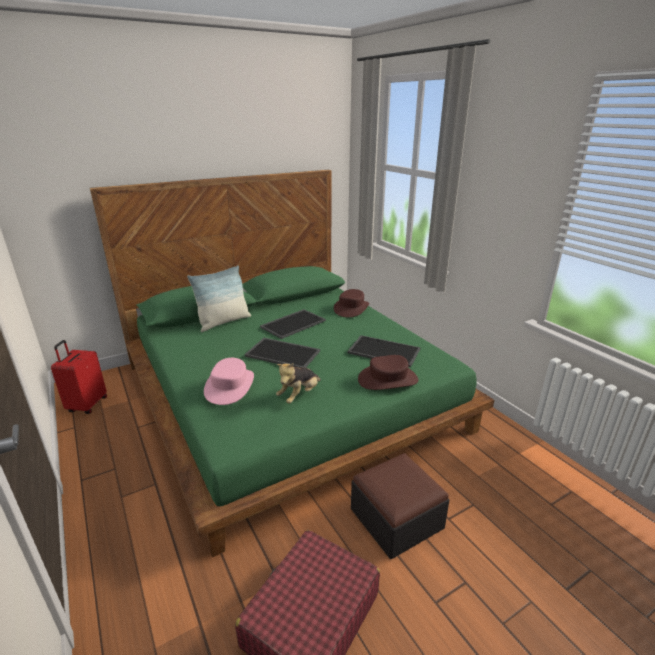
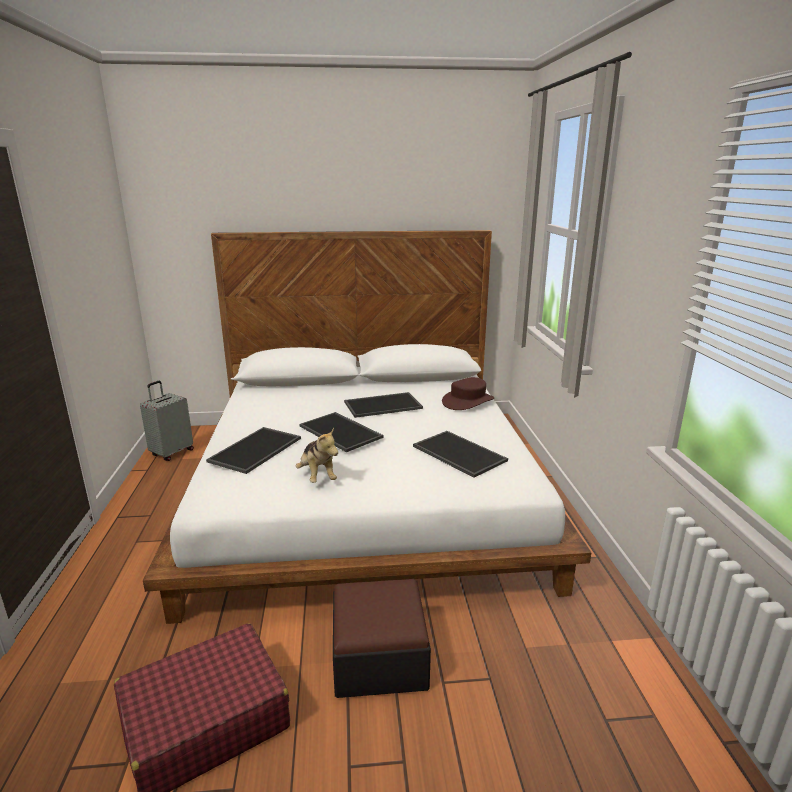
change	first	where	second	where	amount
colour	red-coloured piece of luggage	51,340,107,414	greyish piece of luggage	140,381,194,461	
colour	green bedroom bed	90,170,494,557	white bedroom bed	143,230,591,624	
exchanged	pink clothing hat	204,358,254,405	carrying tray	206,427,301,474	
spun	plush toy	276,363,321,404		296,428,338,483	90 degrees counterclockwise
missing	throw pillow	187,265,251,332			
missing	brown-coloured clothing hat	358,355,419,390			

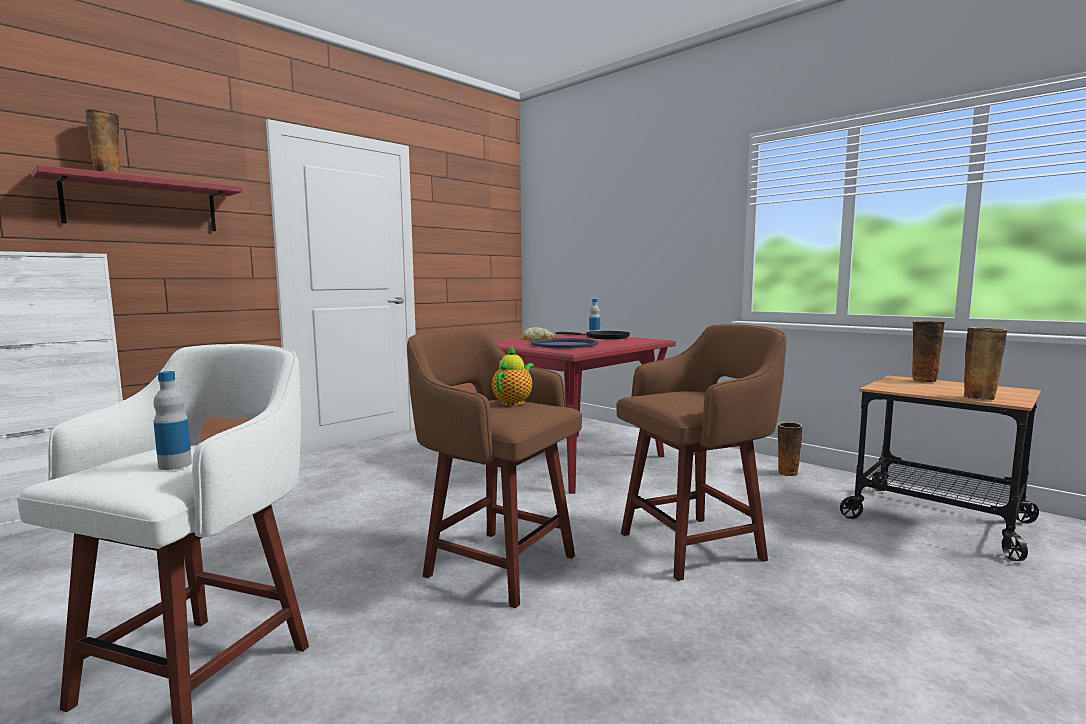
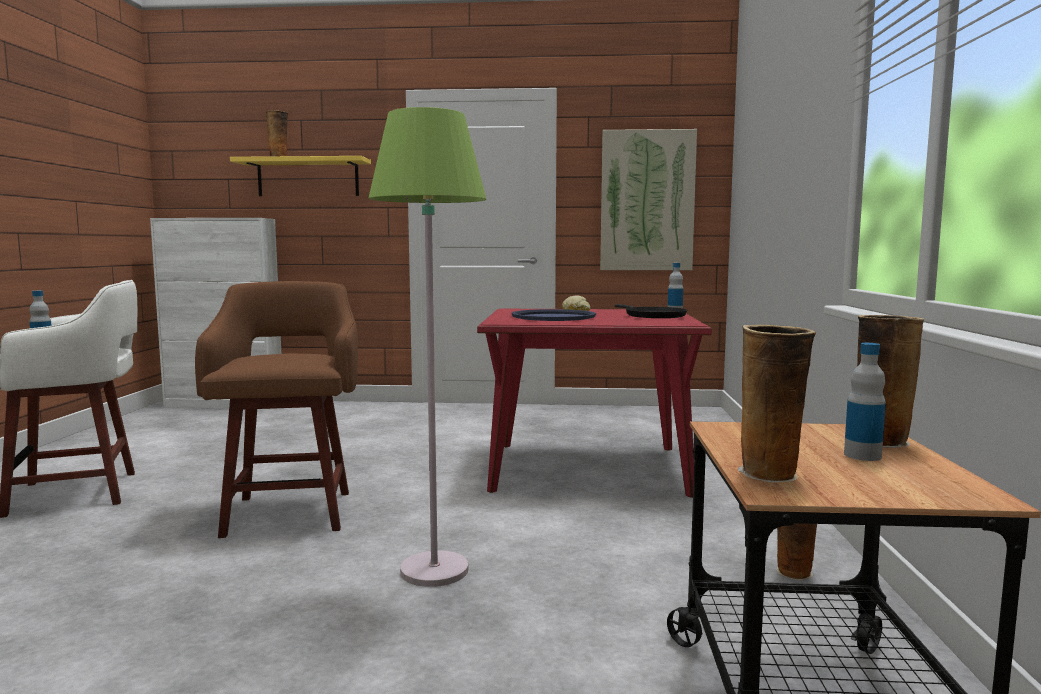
change	first	where	second	where	amount
colour	red-coloured shelf	31,165,243,231	yellowish shelf	230,156,371,196	
exchanged	brown-coloured stool	617,324,786,581	green floor lamp	369,107,487,587	
appeared			picture	600,129,697,270	
appeared			drink bottle	844,343,886,461	
missing	teapot	492,346,534,405			

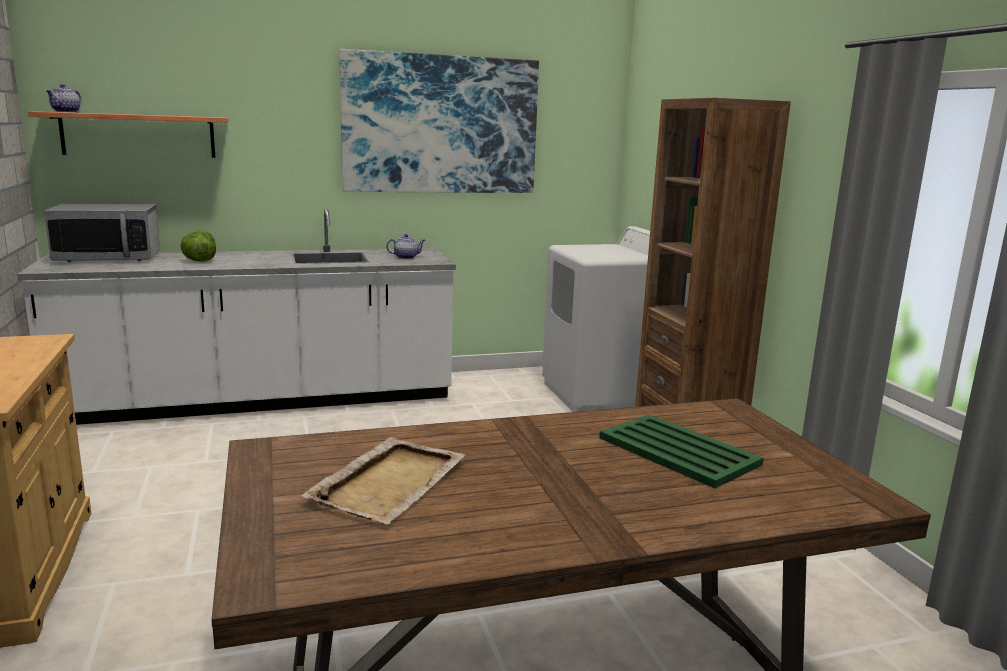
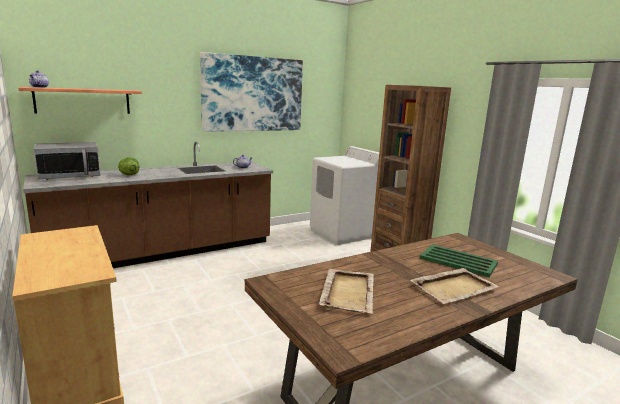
change	first	where	second	where	amount
colour	white counter	17,208,456,425	brown-coloured counter	23,142,273,268	
appeared			beige-coloured carrying tray	410,268,499,304	

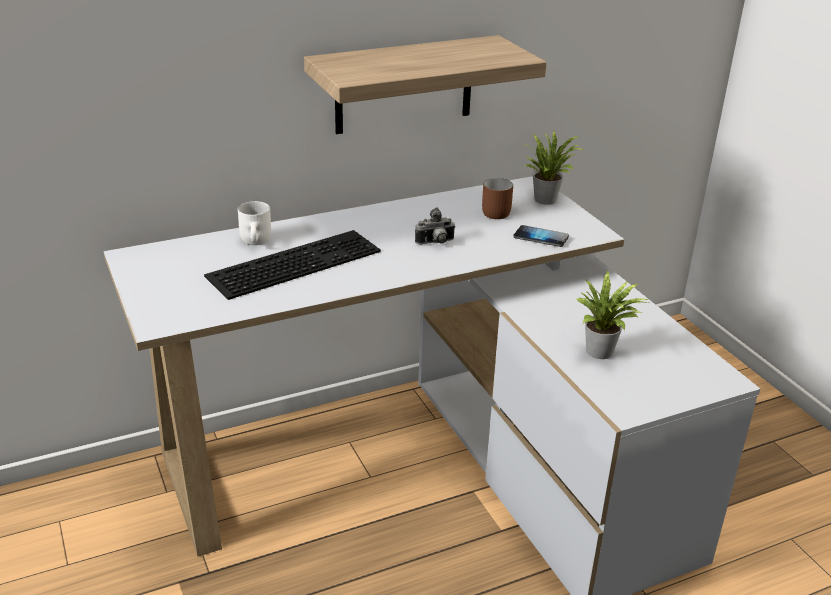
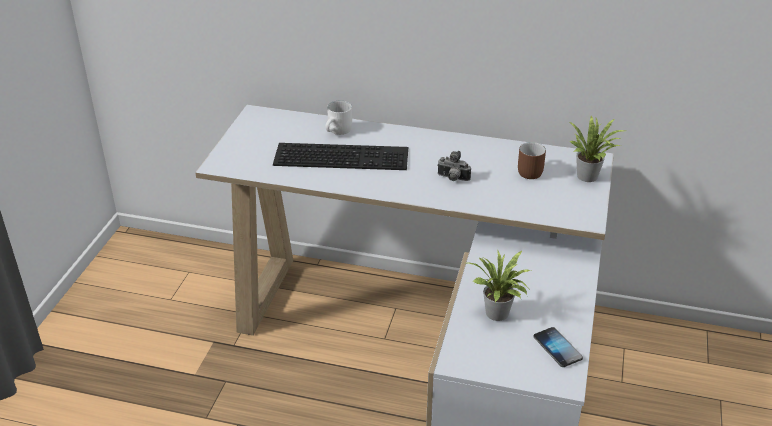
change	first	where	second	where	amount
relocated	telephone	513,225,569,247		533,327,583,367	
missing	shelf	304,35,547,134			

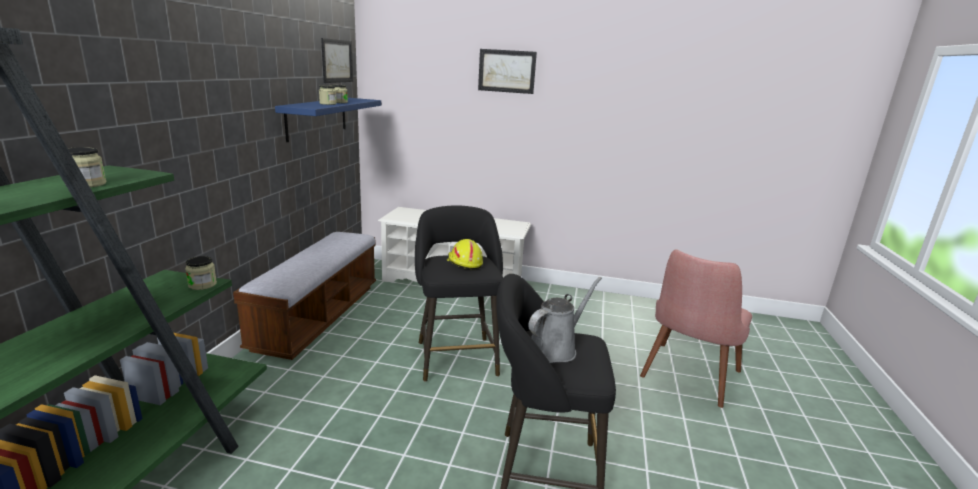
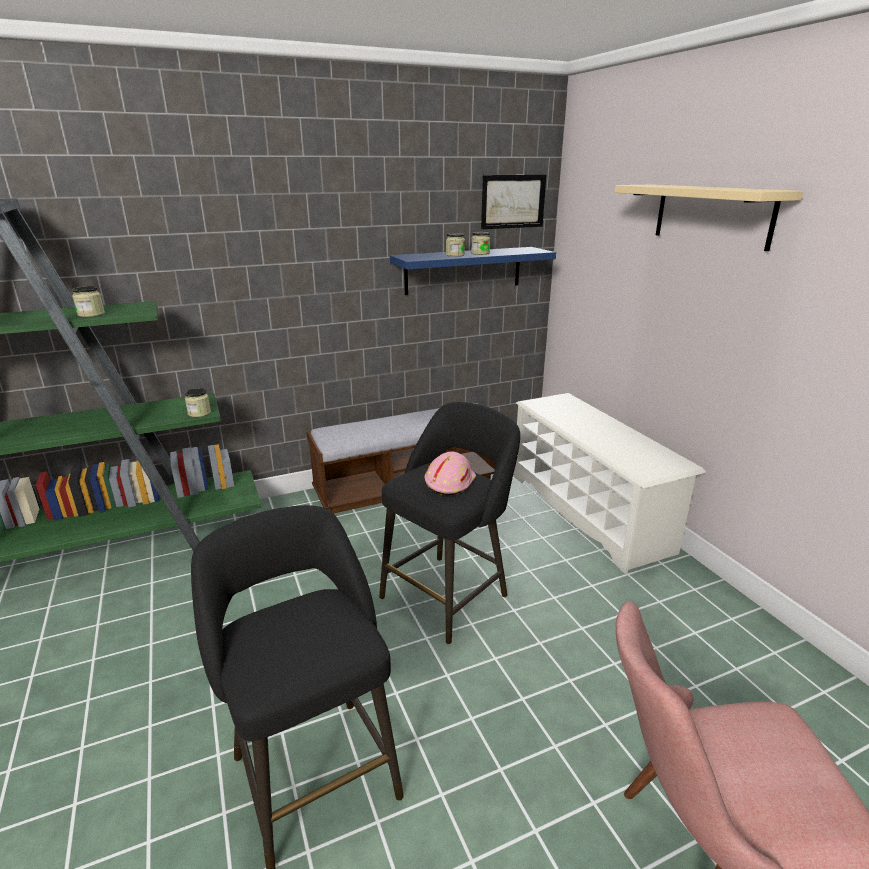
change	first	where	second	where	amount
colour	yellowish work helmet	447,239,483,269	pink work helmet	425,451,476,495	
exchanged	picture	478,49,537,94	beige-coloured shelf	615,185,803,251	
missing	greyish sprinkling can	528,277,602,363			

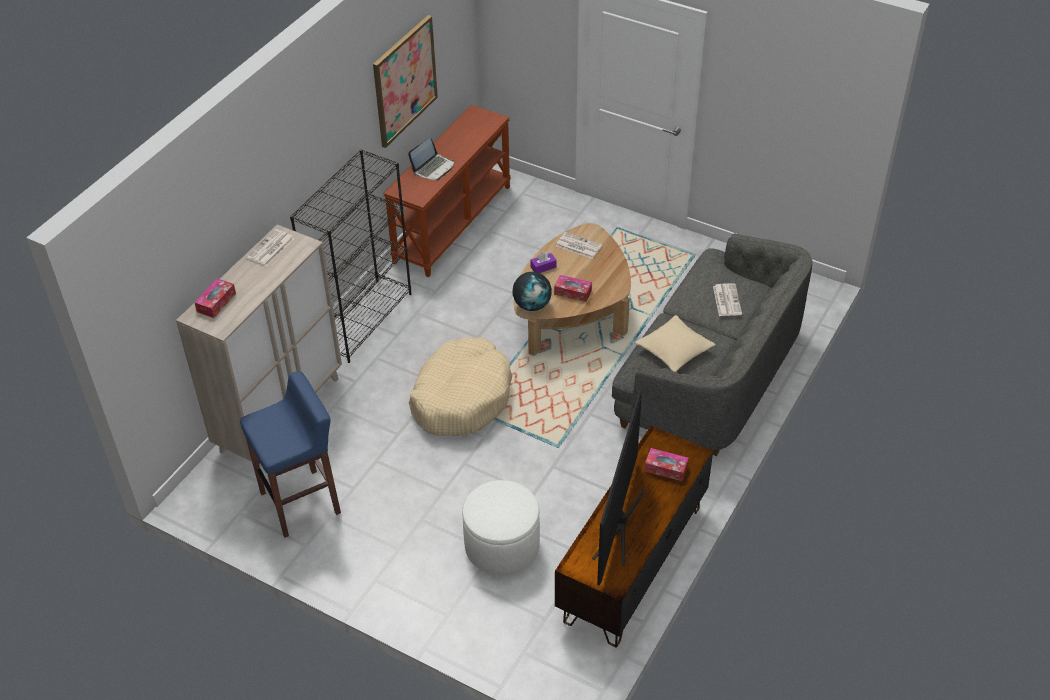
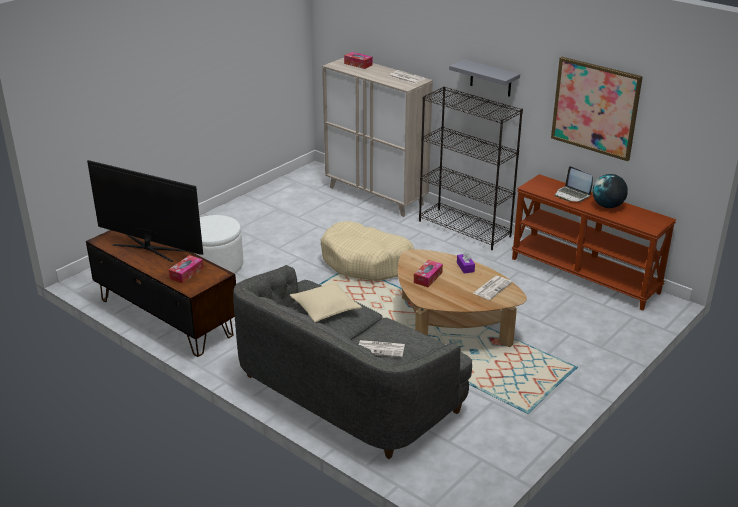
change	first	where	second	where	amount
appeared			greyish shelf	449,59,520,97	
relocated	globe	512,272,552,311		593,174,628,208	
missing	bluish stool	240,371,341,537			

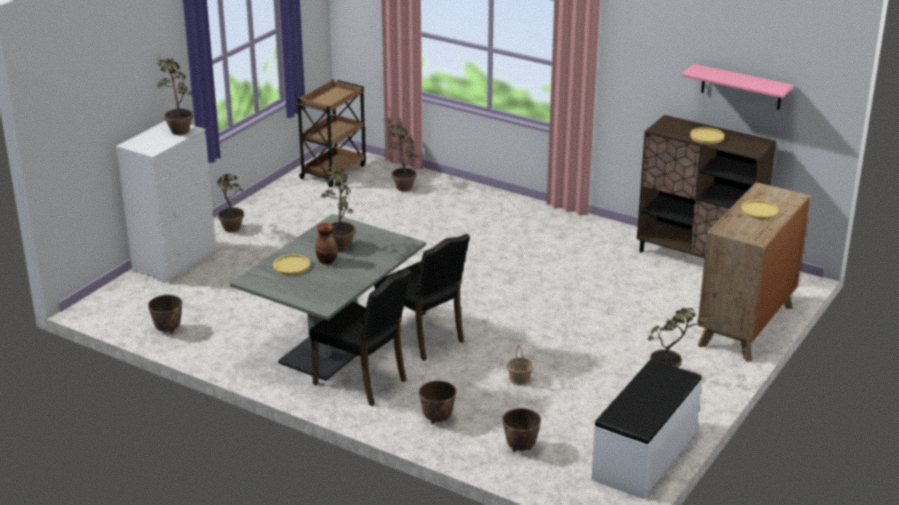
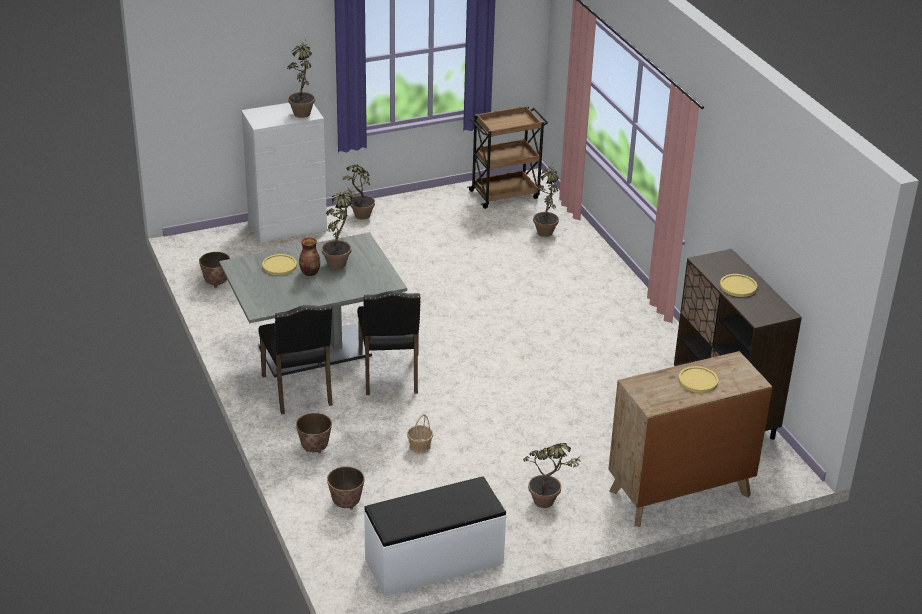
change	first	where	second	where	amount
missing	pink shelf	681,64,793,110			

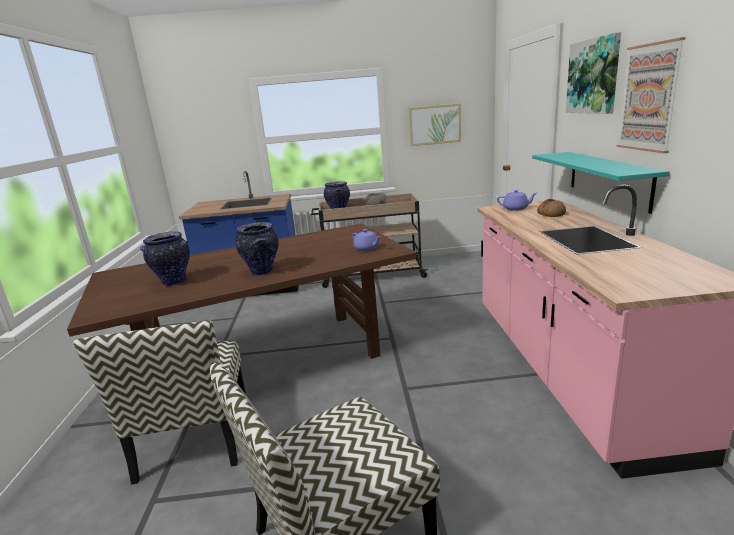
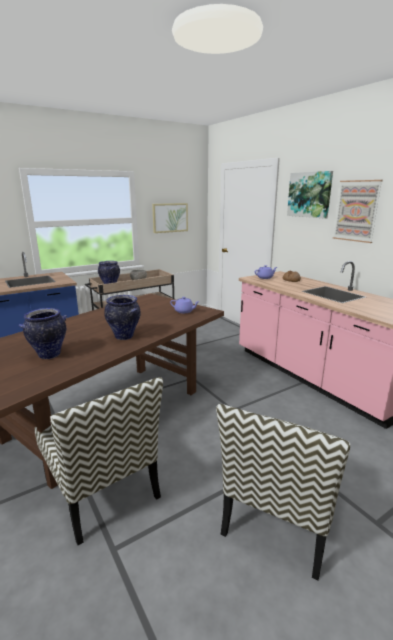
change	first	where	second	where	amount
missing	blue-green shelf	532,152,670,214			

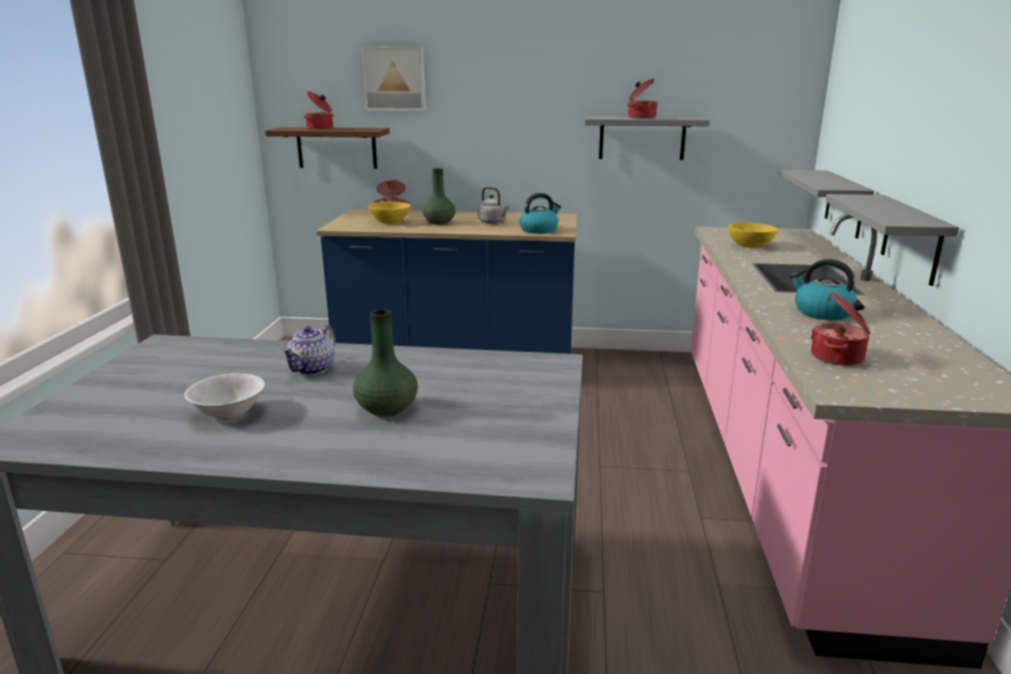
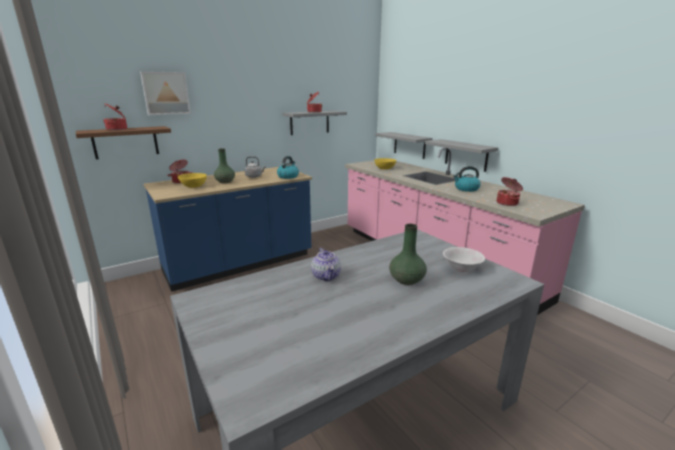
change	first	where	second	where	amount
relocated	white deep dish	184,373,265,420		443,247,485,272	

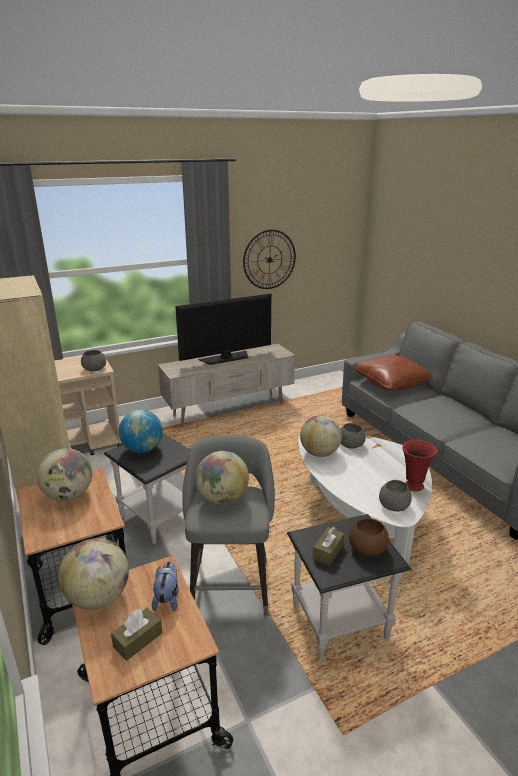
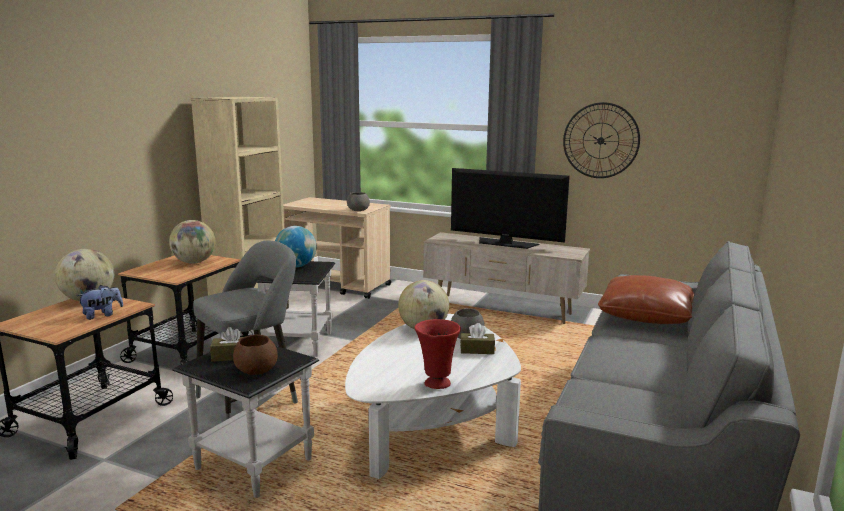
change	first	where	second	where	amount
relocated	brown-coloured tissue box	111,608,162,661		460,323,495,354	
missing	globe	196,451,249,505			
missing	greyish deep dish	379,480,412,512			

